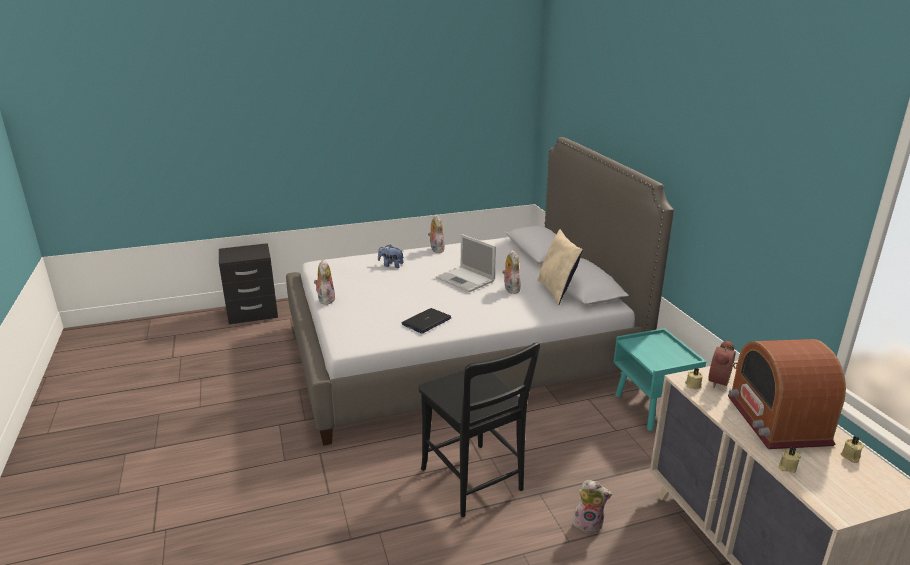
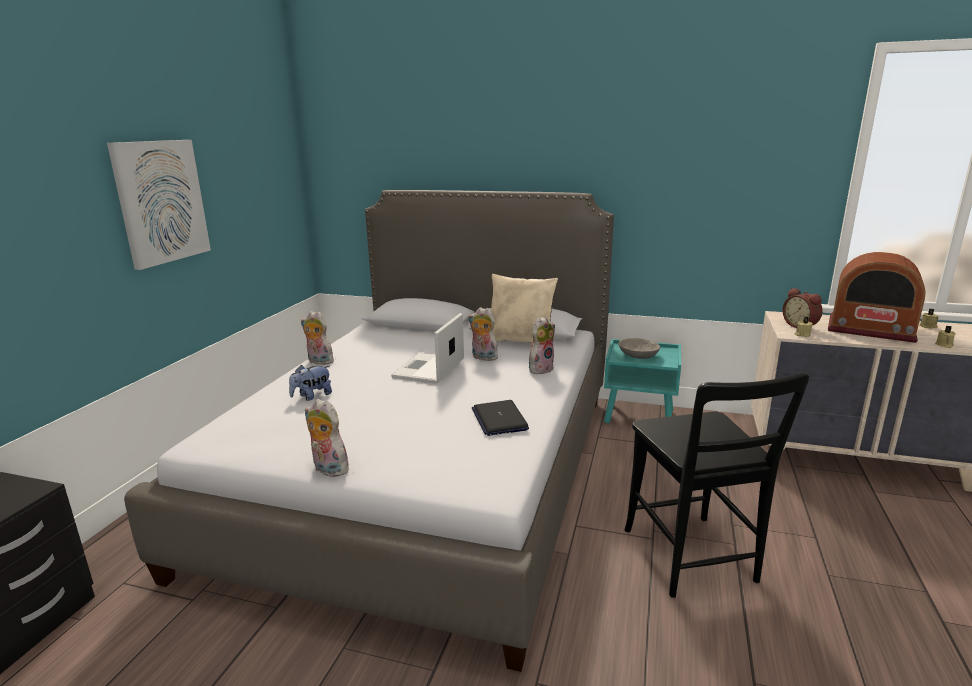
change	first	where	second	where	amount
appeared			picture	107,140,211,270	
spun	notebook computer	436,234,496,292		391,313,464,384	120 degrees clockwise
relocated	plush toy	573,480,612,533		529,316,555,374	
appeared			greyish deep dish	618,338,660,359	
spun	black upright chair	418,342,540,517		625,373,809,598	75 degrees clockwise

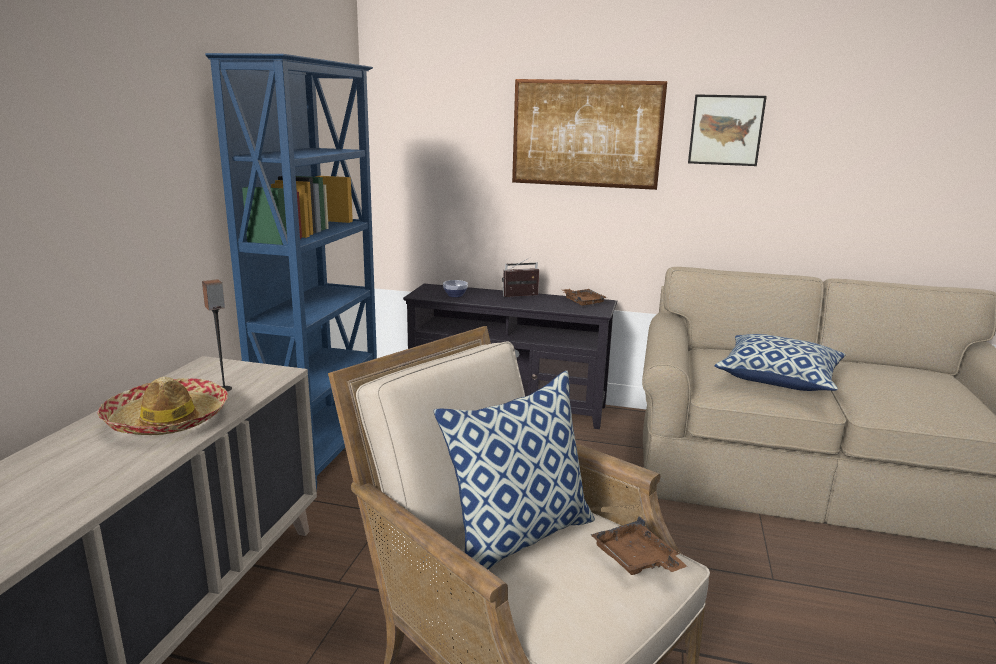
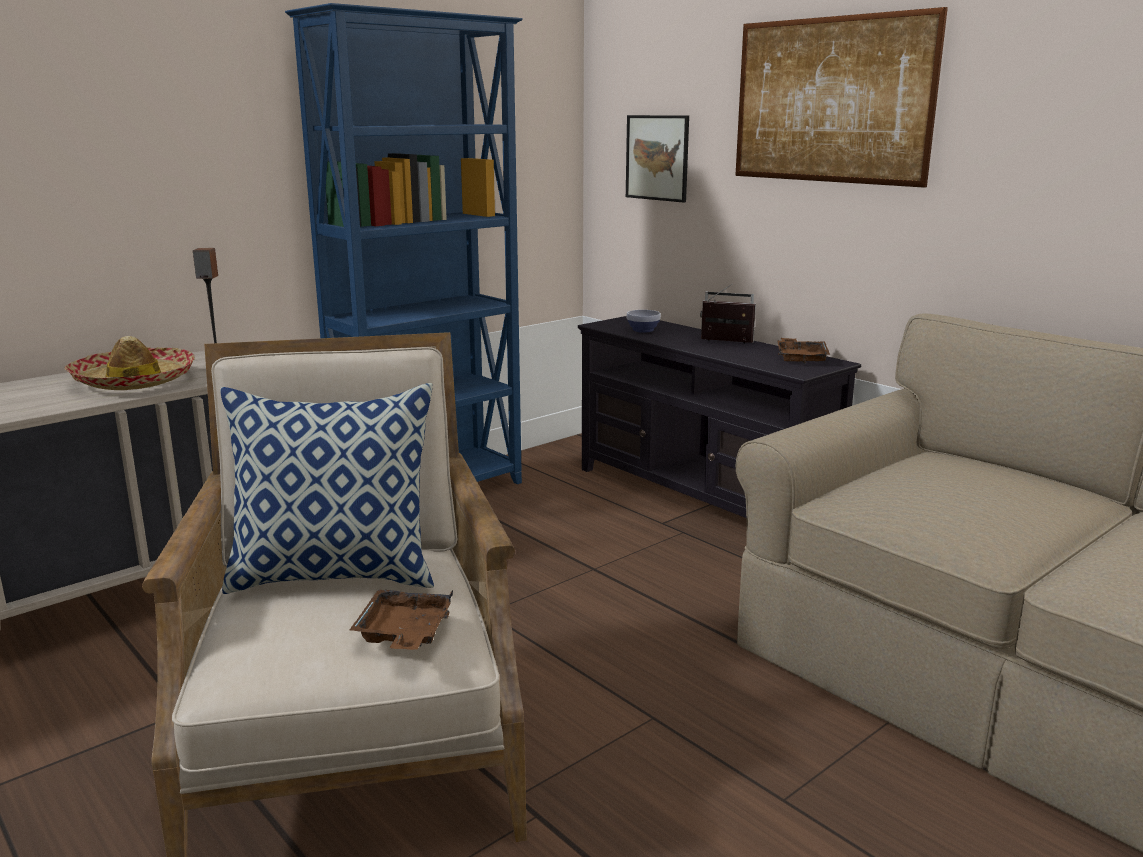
change	first	where	second	where	amount
relocated	picture	688,94,767,166		626,115,689,203	
missing	throw pillow	714,334,846,391			

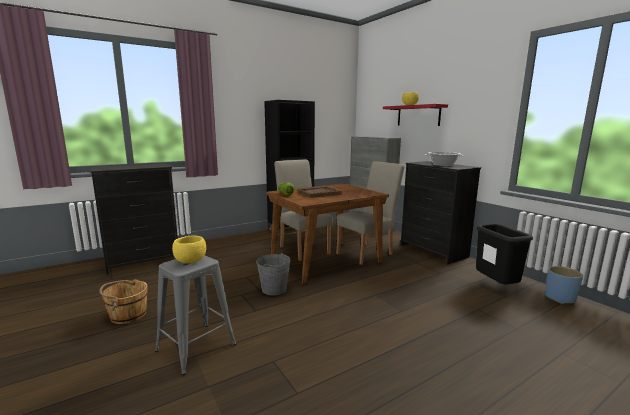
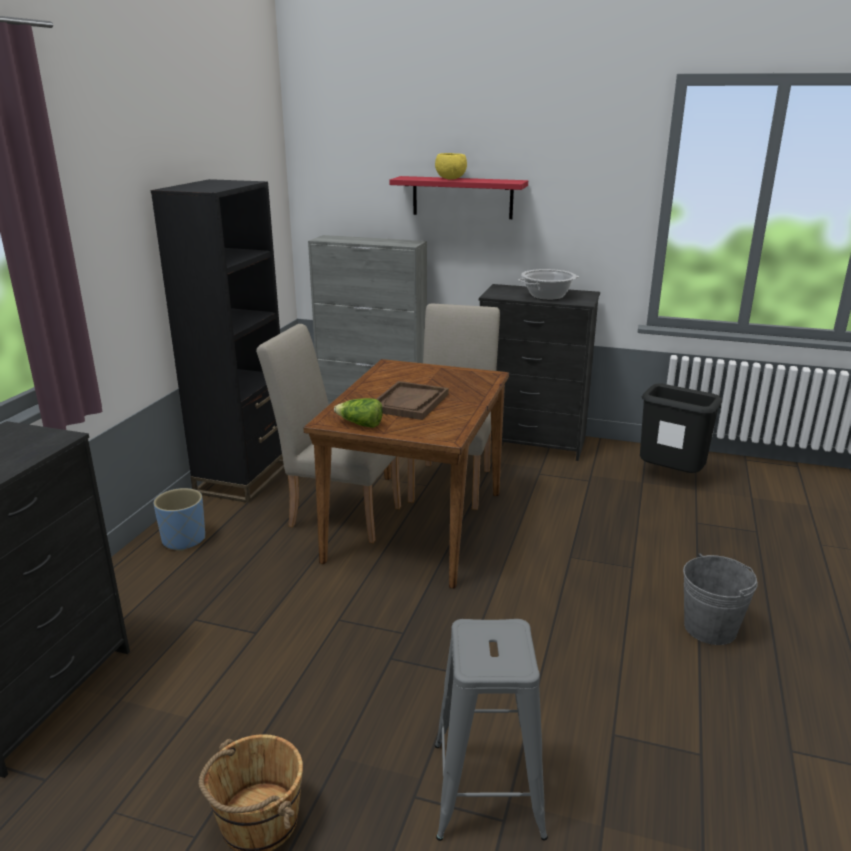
change	first	where	second	where	amount
relocated	bluish planter	545,266,583,304		154,488,205,551	
relocated	greyish bucket	256,253,291,295		683,553,758,645	
missing	yellowish deep dish	172,236,206,264			

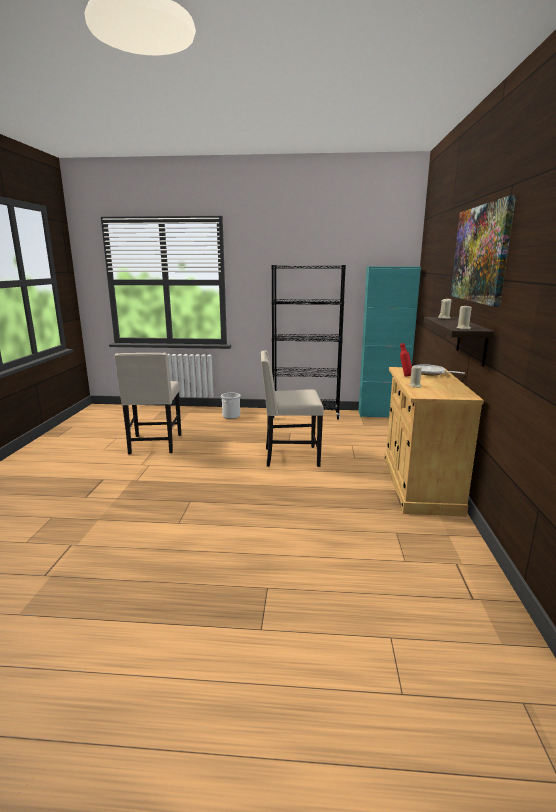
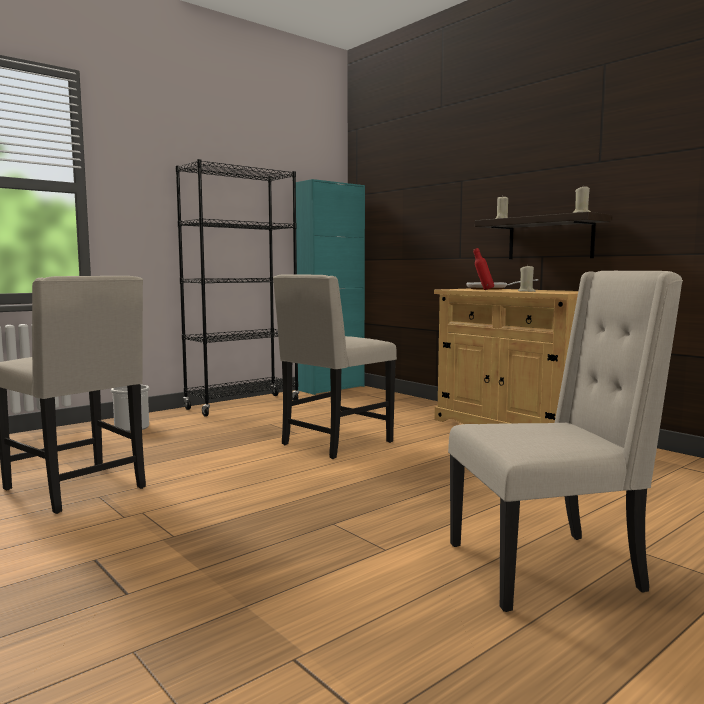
change	first	where	second	where	amount
appeared			beige-coloured upright chair	448,271,683,612	
missing	picture	450,195,516,307			

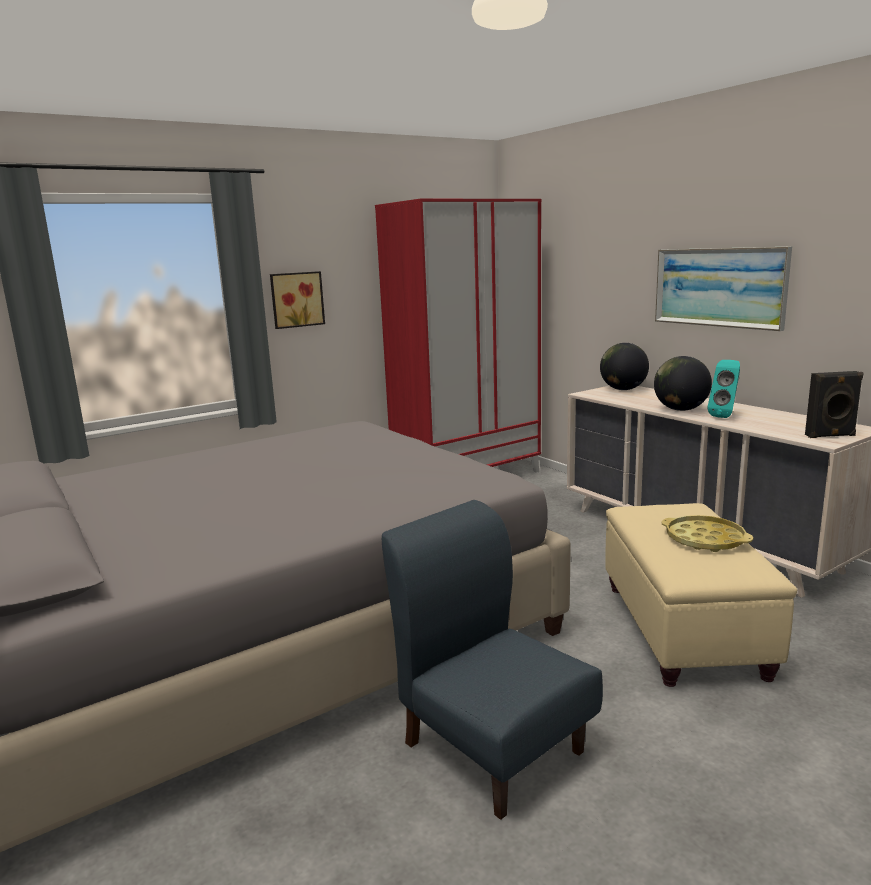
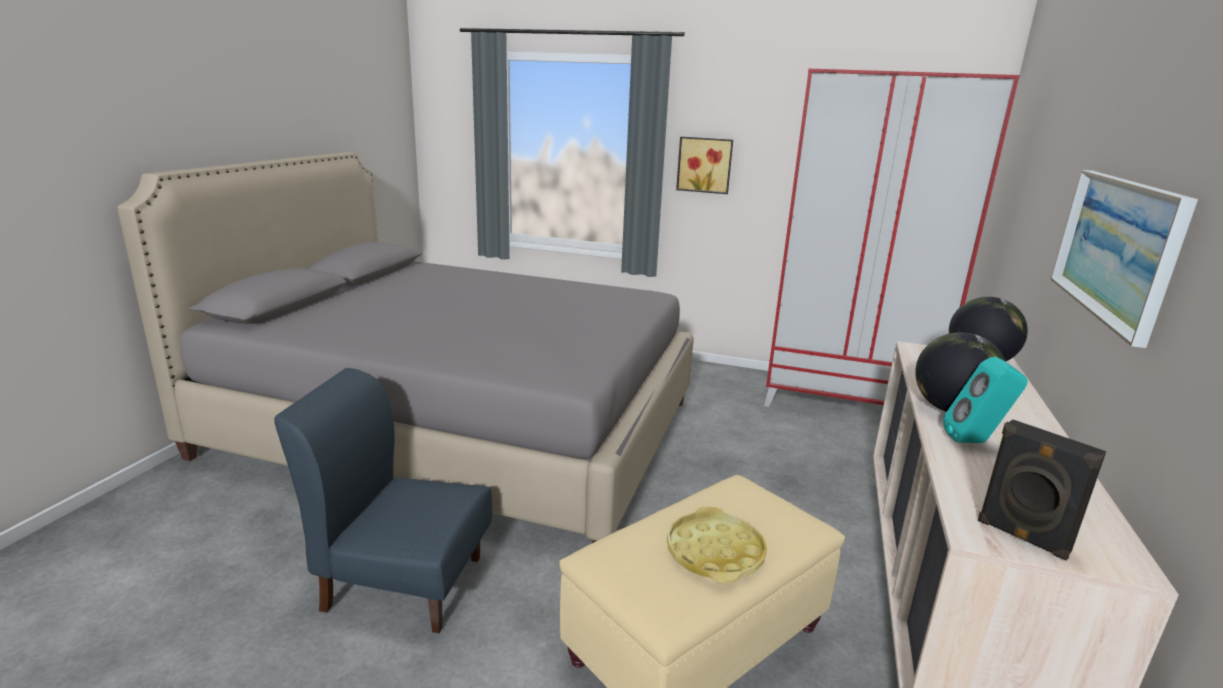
change	first	where	second	where	amount
spun	bluish upright chair	382,500,603,820		274,368,493,633	90 degrees counterclockwise

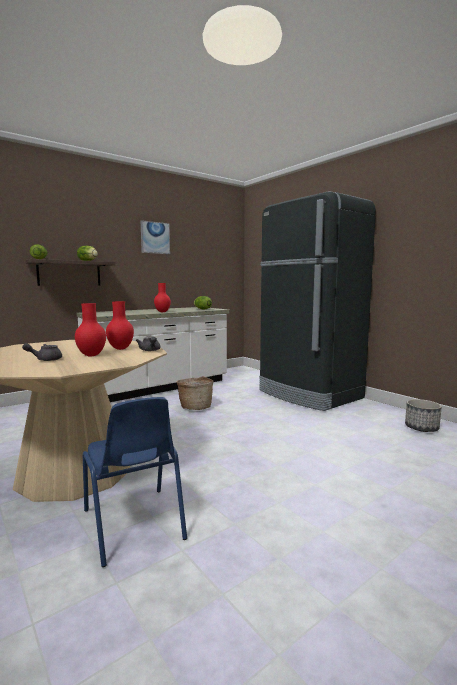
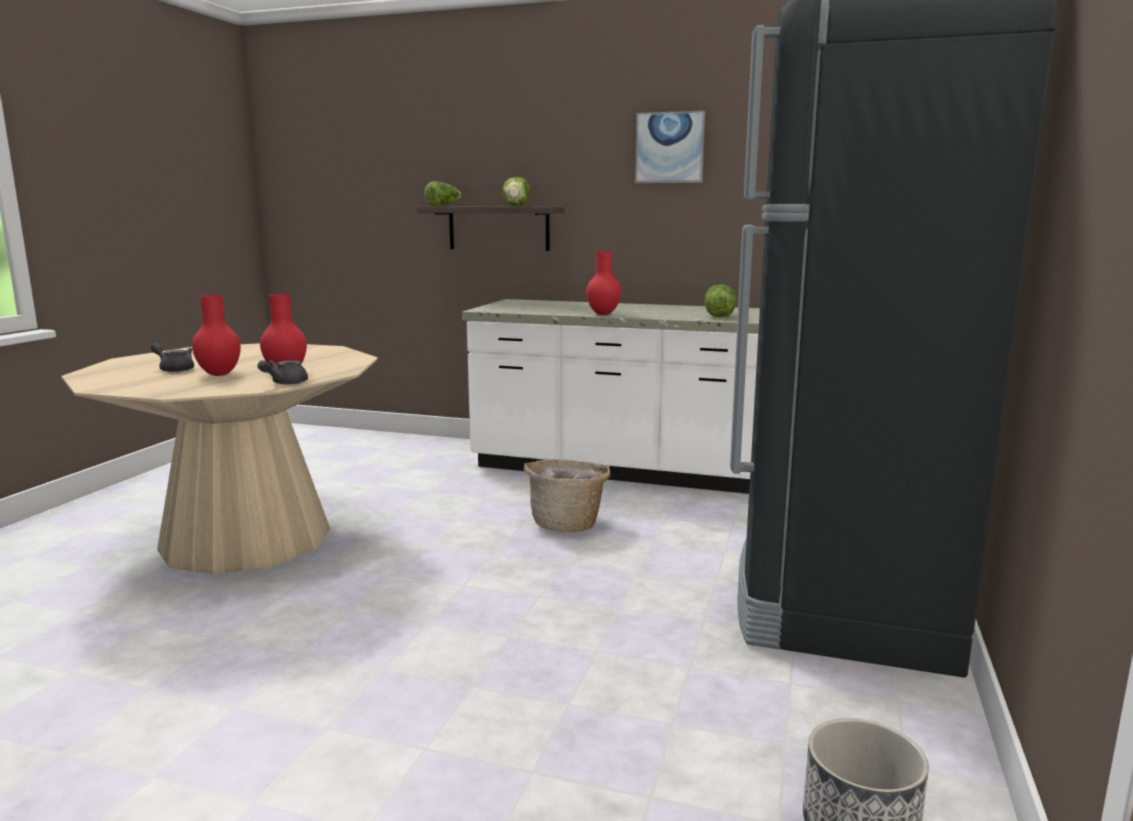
change	first	where	second	where	amount
missing	bluish upright chair	83,397,187,567			

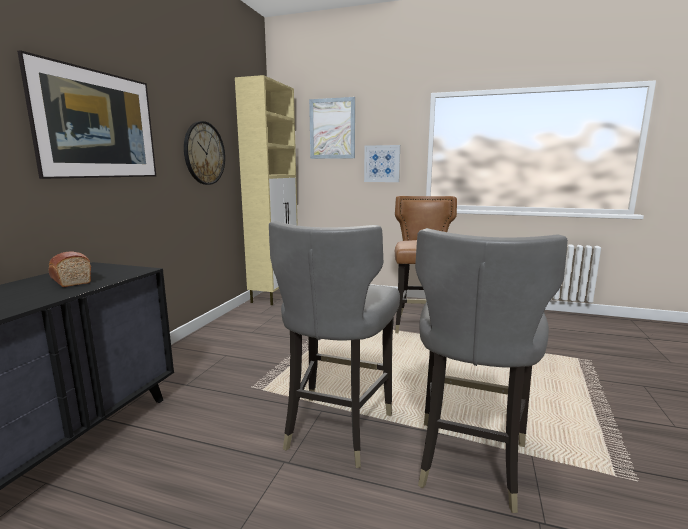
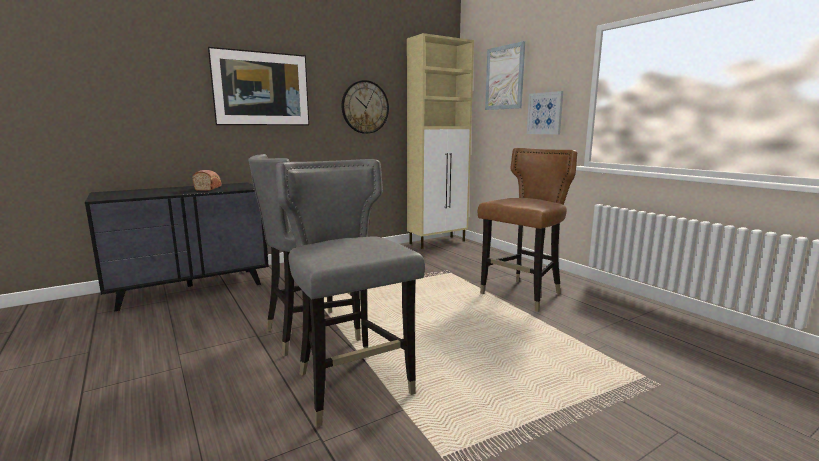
change	first	where	second	where	amount
spun	greyish upright chair	415,228,568,513		276,159,425,427	90 degrees clockwise

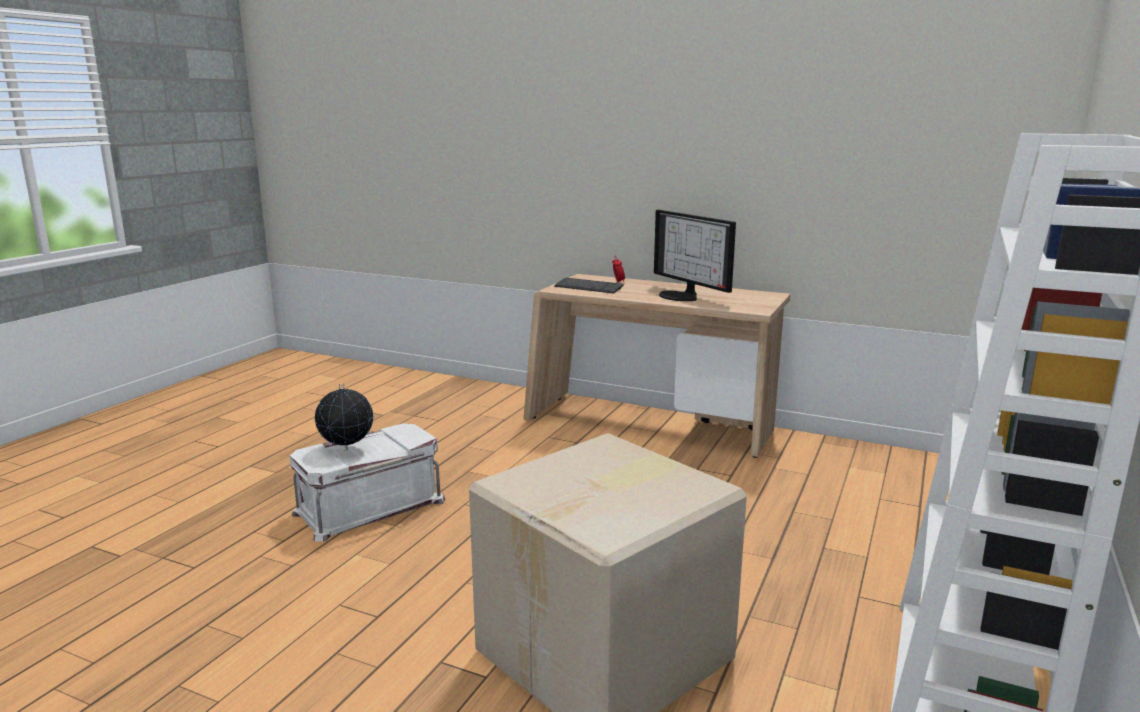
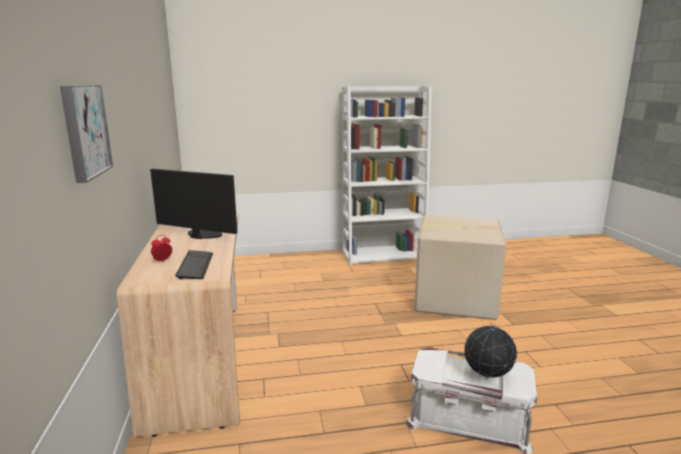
change	first	where	second	where	amount
appeared			picture	60,85,113,183	
spun	computer display	654,210,736,301		150,169,238,239	90 degrees counterclockwise

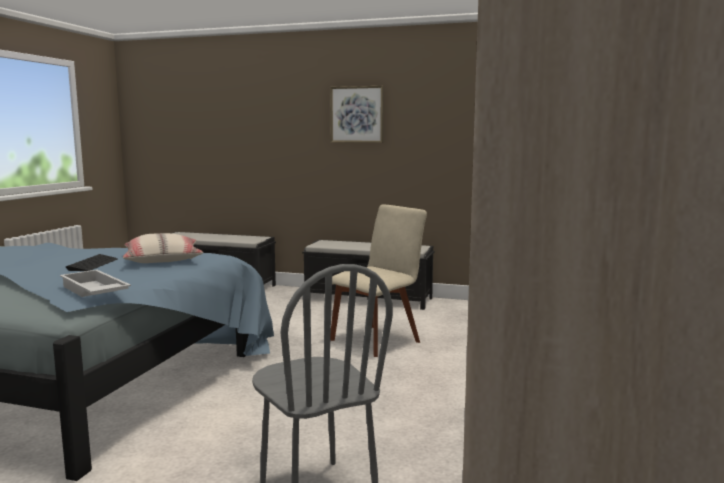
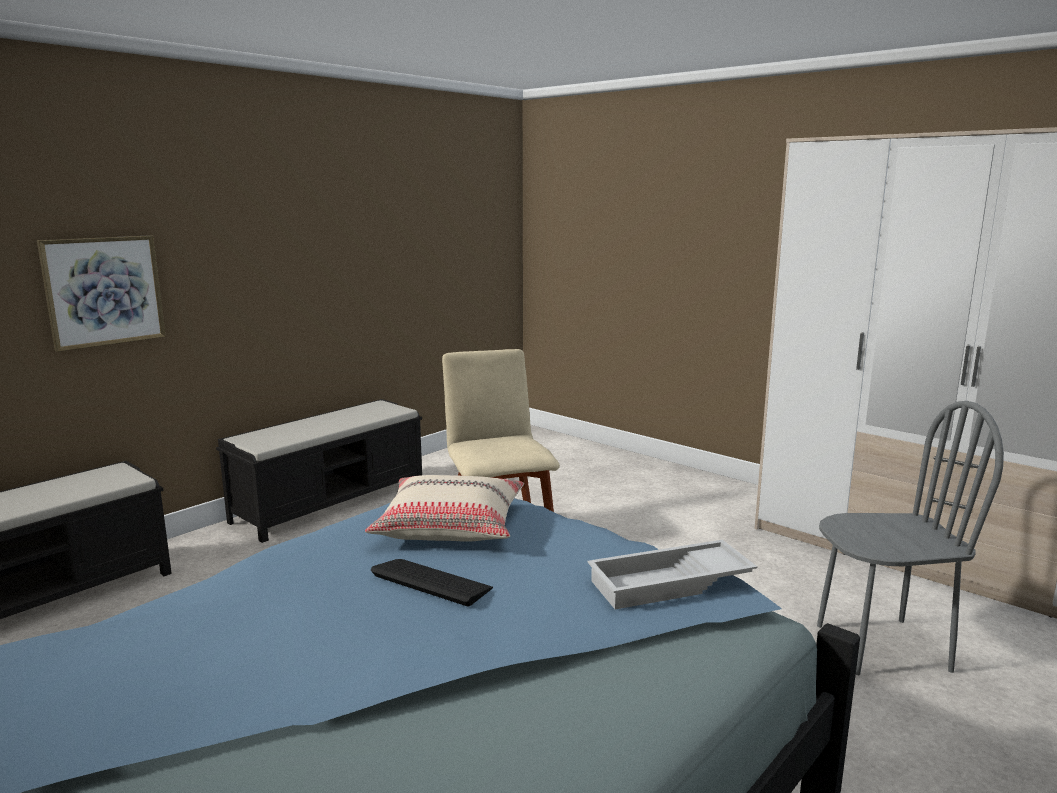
change	first	where	second	where	amount
relocated	picture	330,86,384,143		37,235,166,352	

